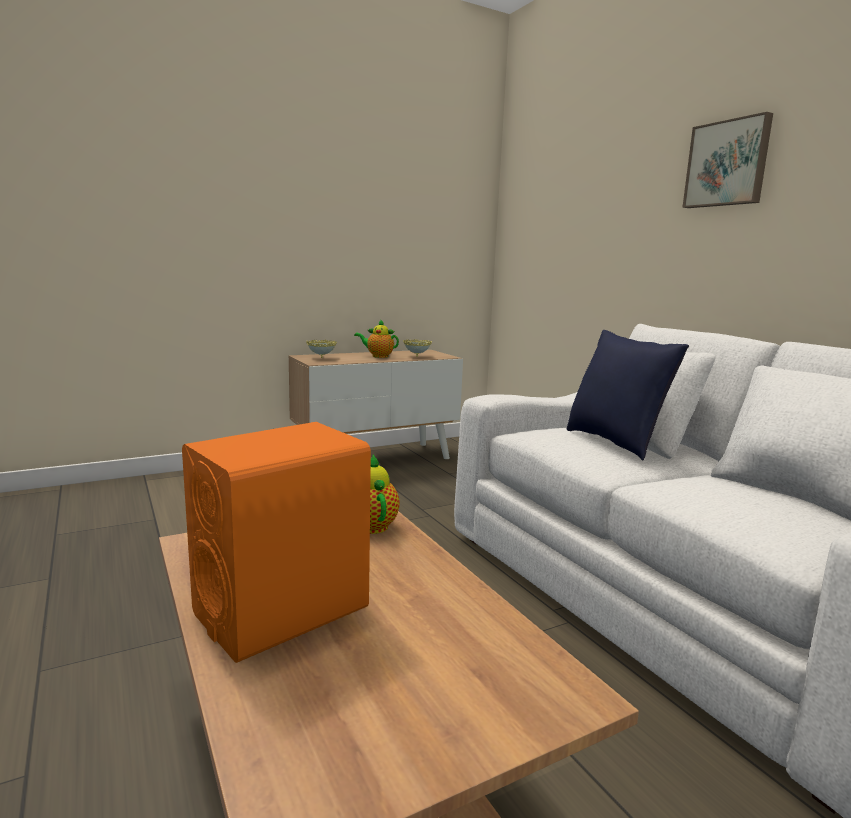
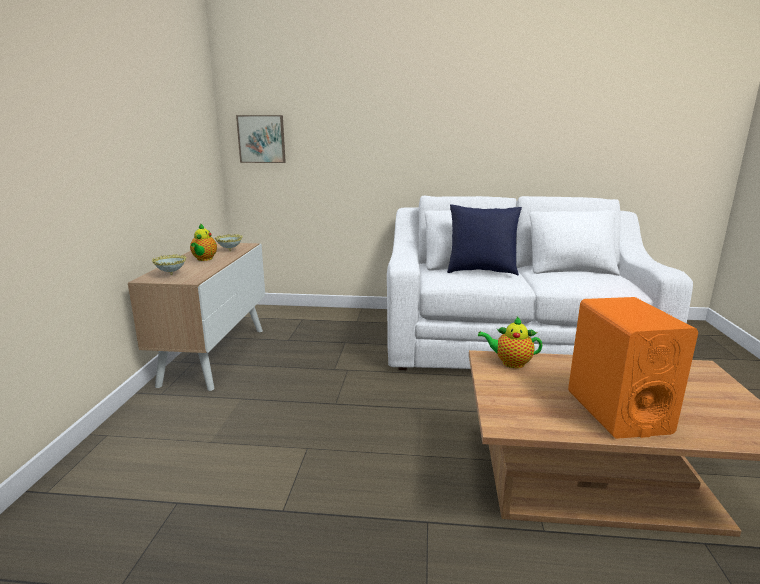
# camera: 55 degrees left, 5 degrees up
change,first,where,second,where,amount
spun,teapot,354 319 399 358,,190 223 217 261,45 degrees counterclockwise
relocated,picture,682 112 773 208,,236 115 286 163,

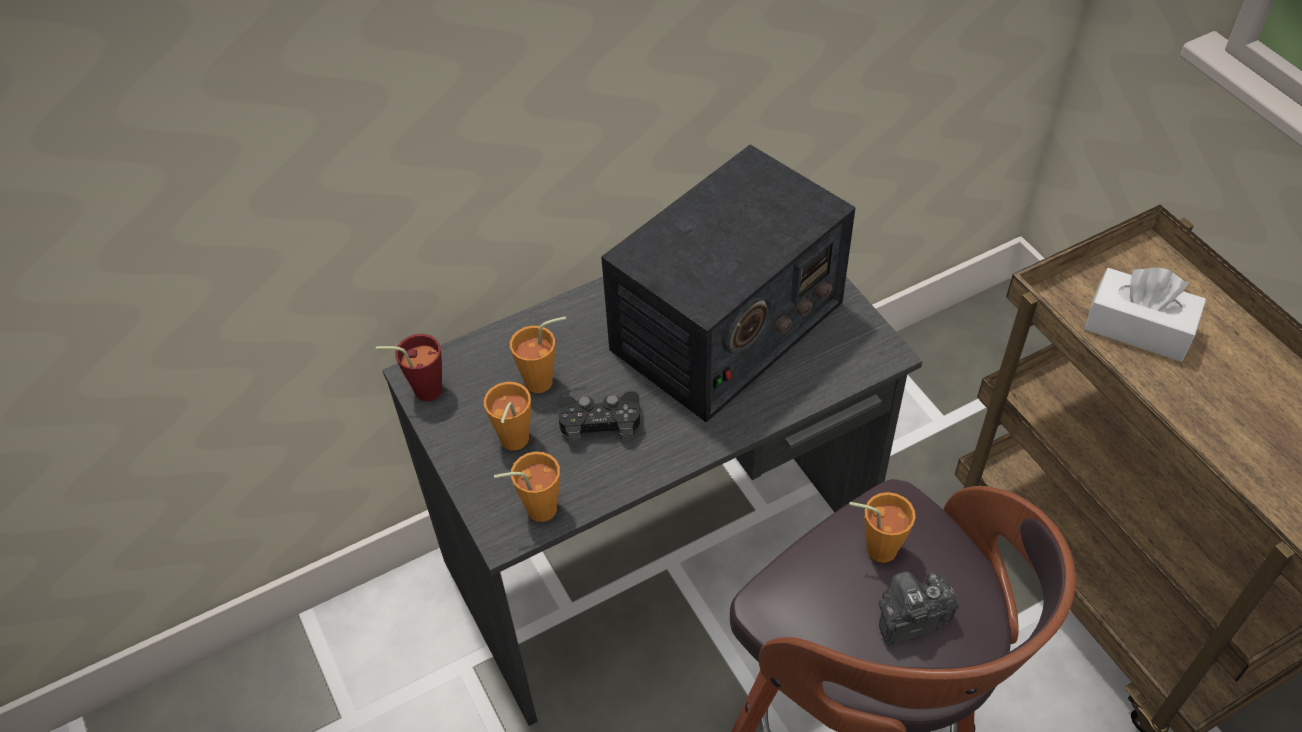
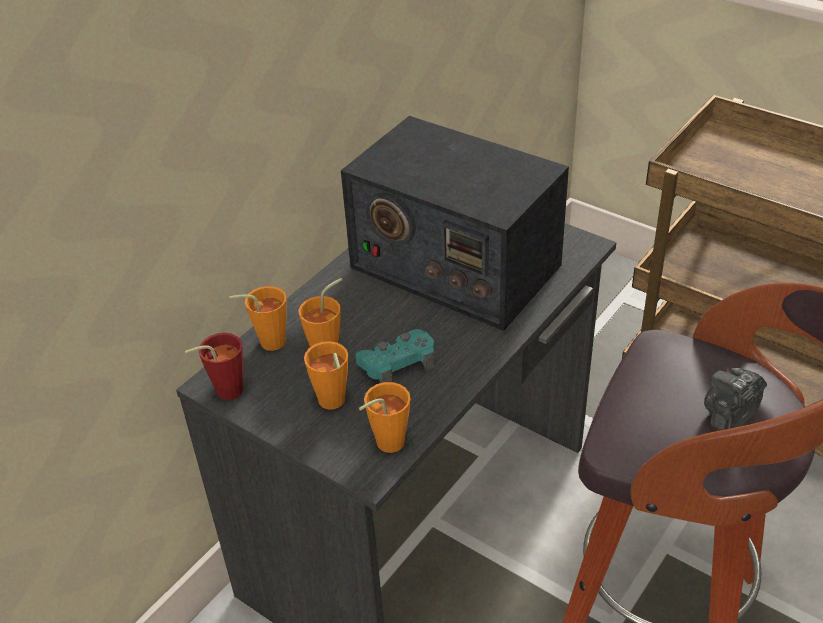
# camera: 25 degrees left, 10 degrees down
change,first,where,second,where,amount
relocated,cup/orange,849 492 916 563,,229 286 287 351,
spun,radio,601 144 856 422,,341 116 569 331,105 degrees clockwise
colour,game controller/black,558 391 640 447,game controller/turquoise,356 329 434 383,
missing,tissue box/white,1084 267 1206 362,,,

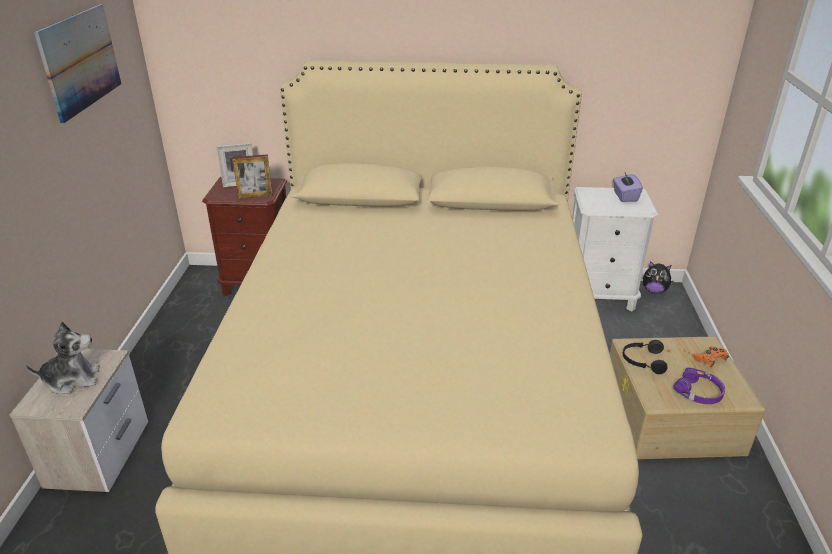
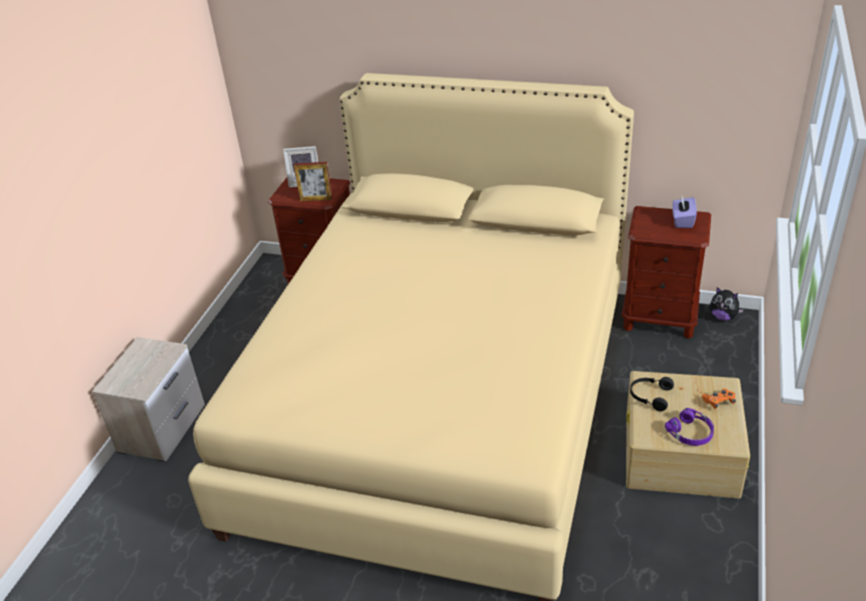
# camera: 15 degrees right, 5 degrees up
change,first,where,second,where,amount
colour,nightstand/white,572 187 658 312,nightstand/brown,622 206 711 339,
missing,plush toy,25 322 100 394,,,
missing,picture,34 4 121 123,,,

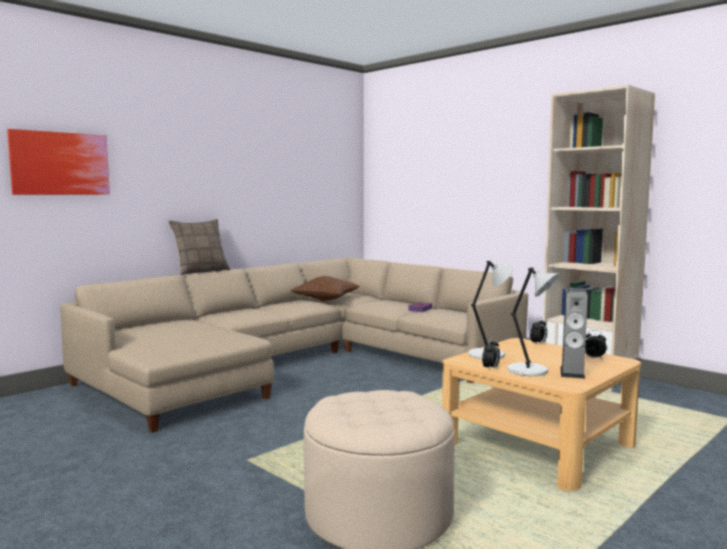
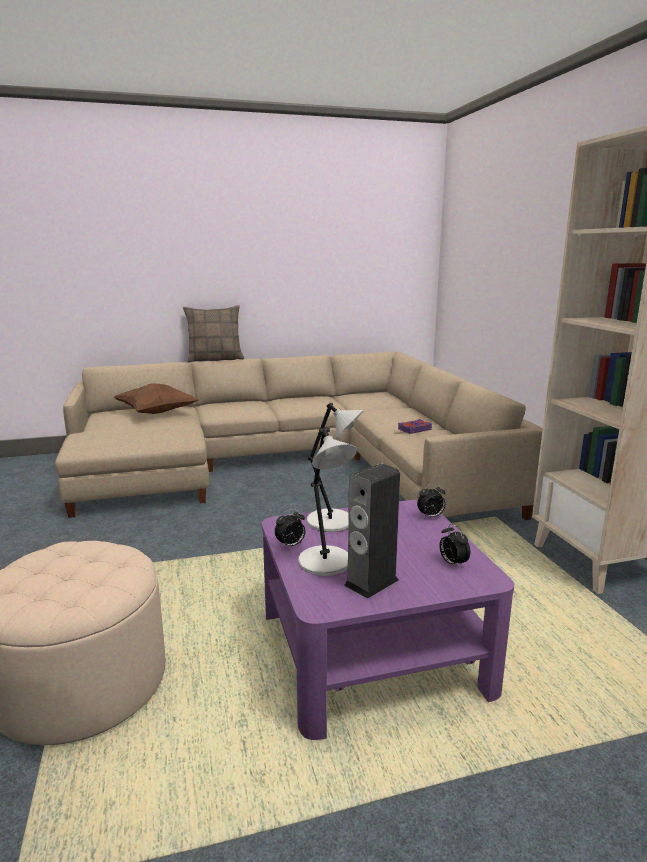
# camera: 30 degrees right, 10 degrees up
change,first,where,second,where,amount
relocated,pillow/brown,291 276 360 301,,114 383 198 414,
colour,coffee table/beige,442 338 641 491,coffee table/purple,262 500 514 740,
missing,picture,7 129 110 195,,,

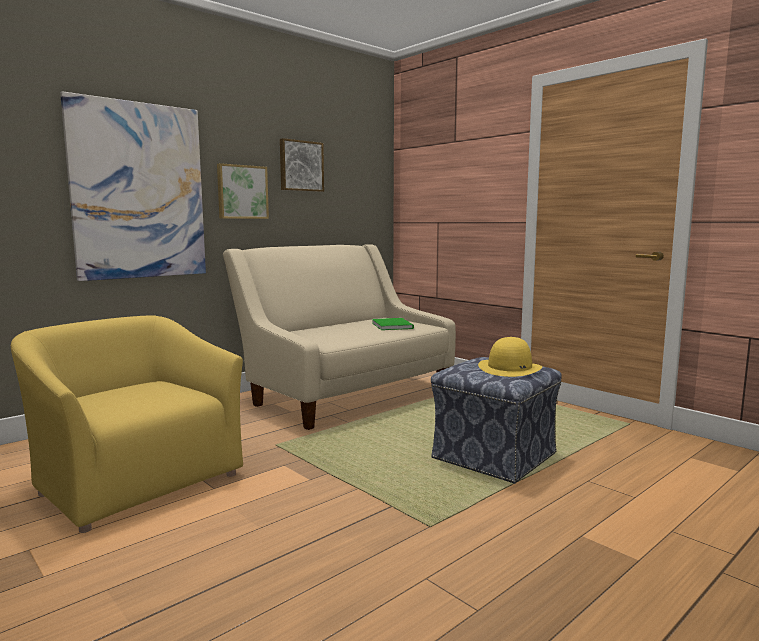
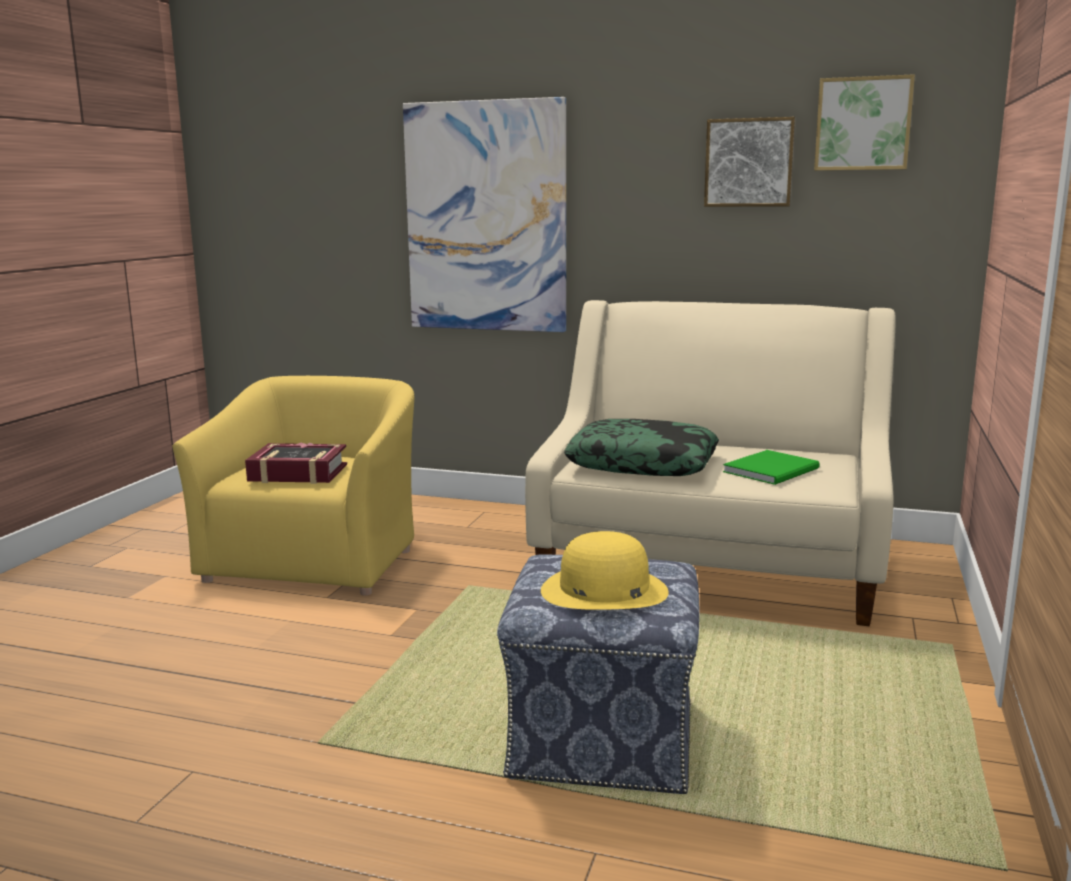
# camera: 60 degrees right, 5 degrees up
change,first,where,second,where,amount
appeared,,,book,245 443 347 484,
appeared,,,pillow,564 419 719 476,
relocated,picture,217 163 269 219,,814 74 915 171,

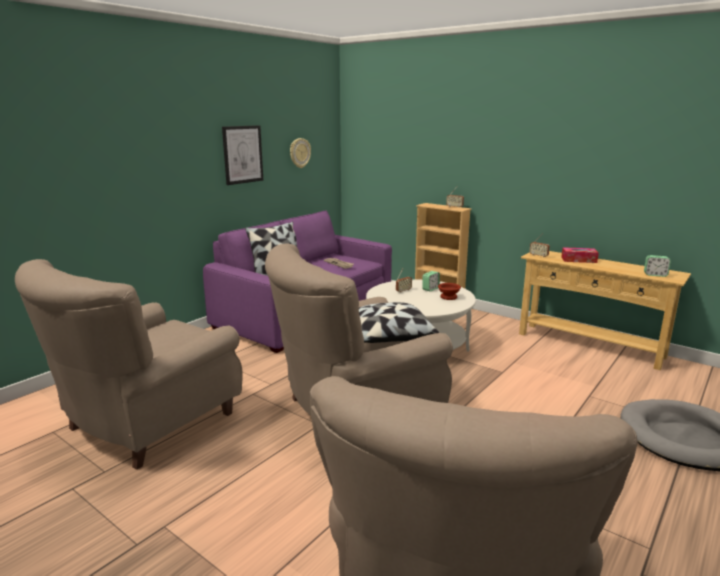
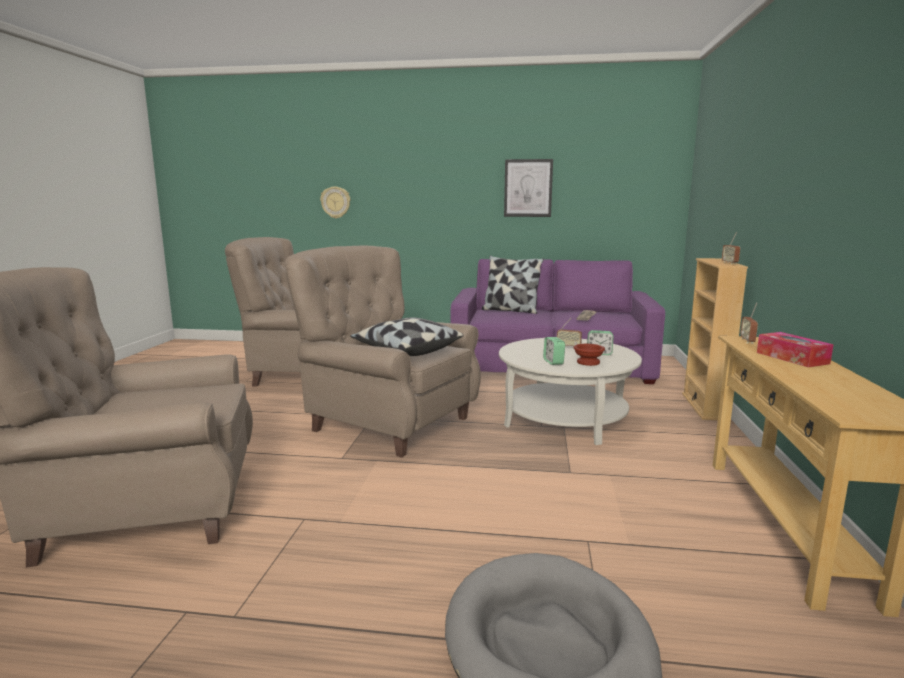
# camera: 60 degrees right, 5 degrees down
change,first,where,second,where,amount
relocated,wall clock,290 138 311 168,,320 186 350 219,
relocated,alarm clock,644 255 671 277,,543 337 565 365,

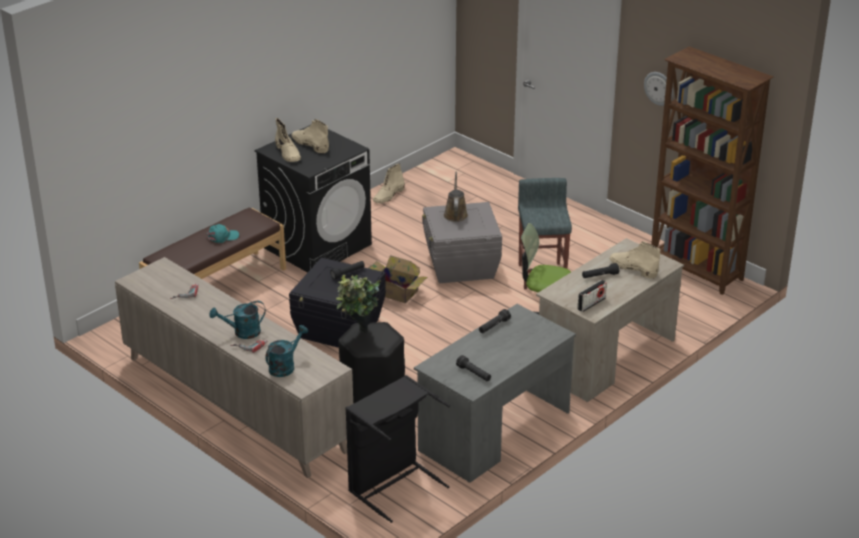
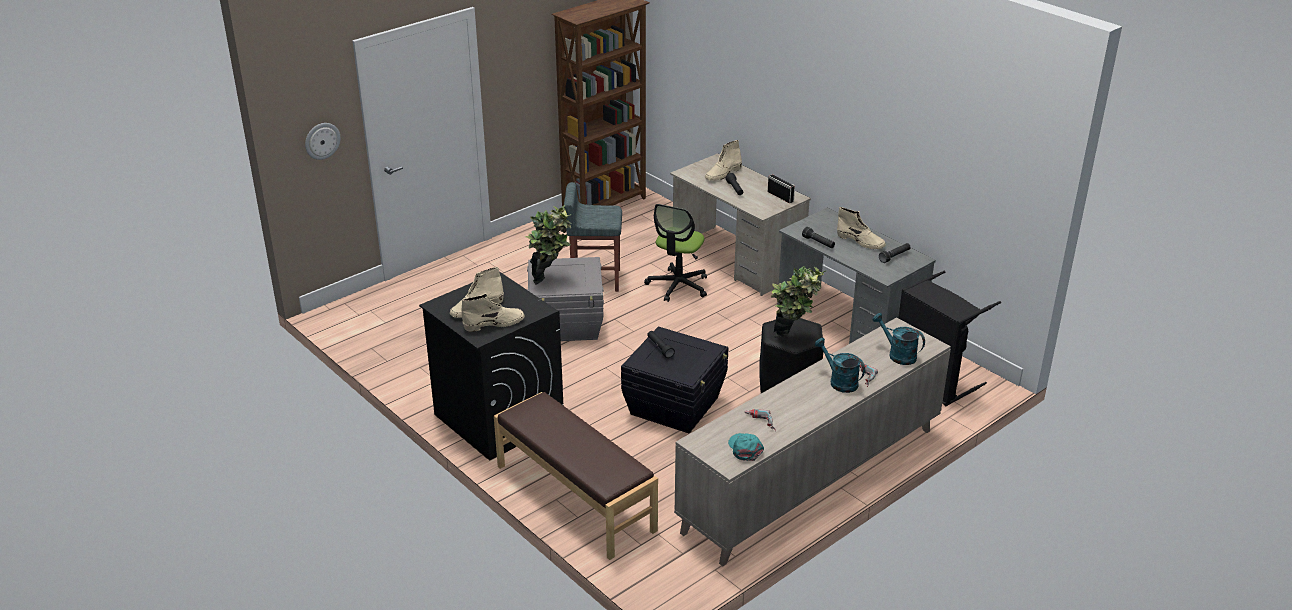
# camera: 85 degrees left, 0 degrees up
change,first,where,second,where,amount
relocated,wall clock,644 72 673 106,,305 123 340 160,
exchanged,watering can/brown,444 171 468 222,potted plant,524 205 572 285,
relocated,cap/turquoise,206 224 239 243,,728 433 764 461,
spun,watering can/turquoise,210 301 266 339,,814 338 865 393,150 degrees clockwise
relocated,boot/beige,373 163 405 203,,837 207 886 249,
missing,cardboard box,368 255 427 303,,,

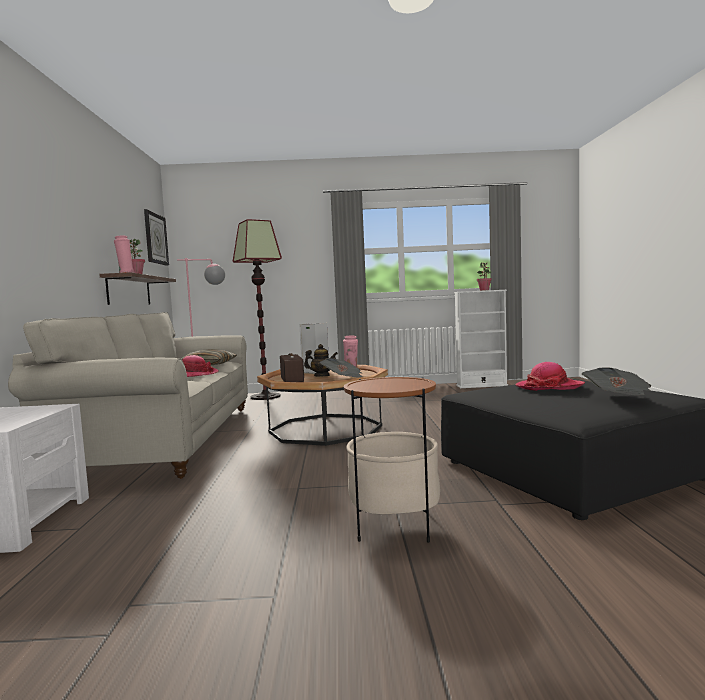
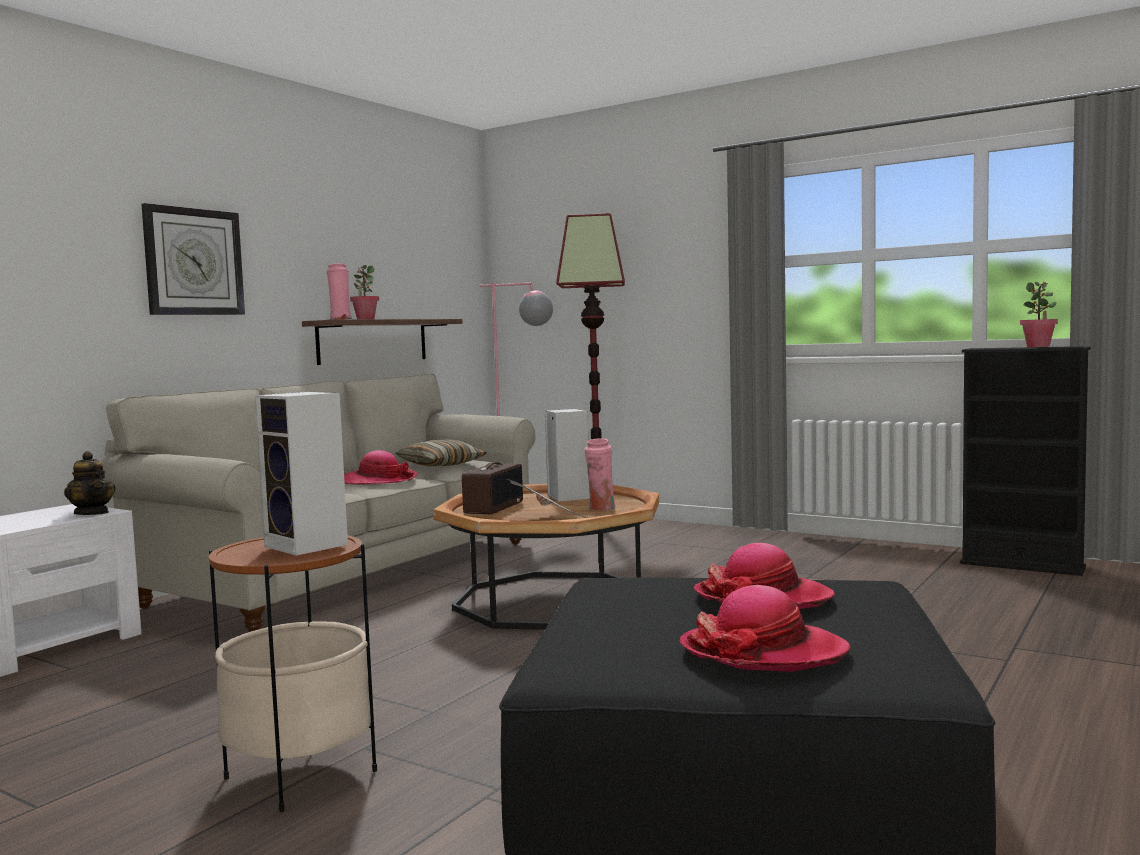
# camera: 35 degrees right, 0 degrees up
change,first,where,second,where,amount
relocated,teapot,304 344 338 376,,64 451 115 515,
relocated,wall clock,144 209 169 266,,141 203 245 315,
appeared,,,speaker,255 392 348 556,
exchanged,newspaper,582 367 652 395,hat,680 585 850 672,
colour,bookcase/white,454 290 508 388,bookcase/black,960 346 1091 576,

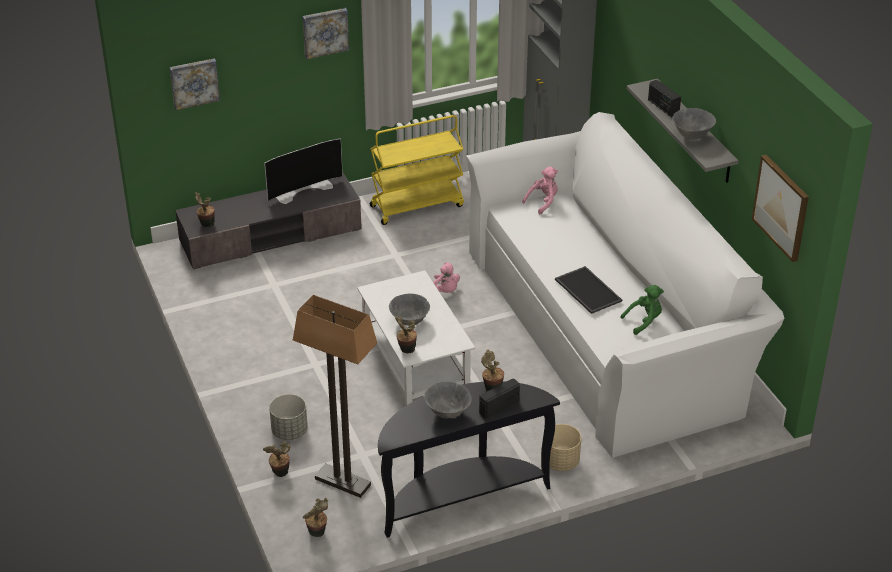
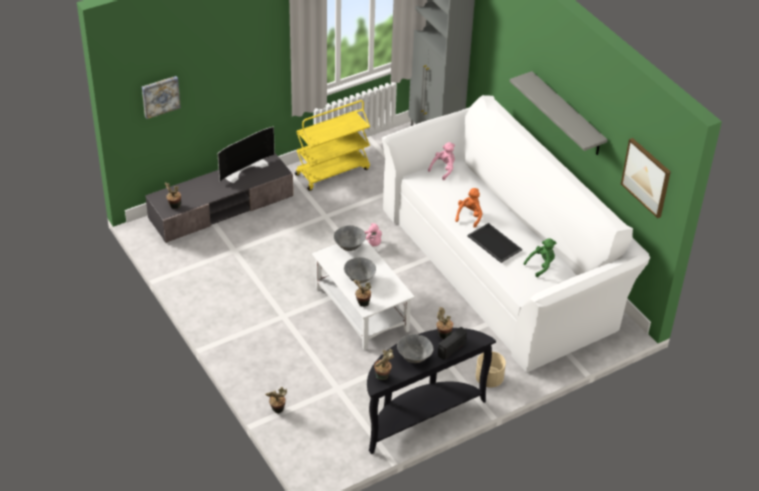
# camera: 10 degrees left, 5 degrees up
change,first,where,second,where,amount
relocated,bowl/grey,672 108 716 140,,334 225 366 251,
relocated,potted plant,303 497 328 537,,374 349 394 380,
appeared,,,plush toy/orange,455 188 482 228,
missing,planter/grey,269 394 308 440,,,
missing,floor lamp,293 295 377 498,,,
missing,picture,302 8 349 59,,,
missing,radio,648 80 681 117,,,

